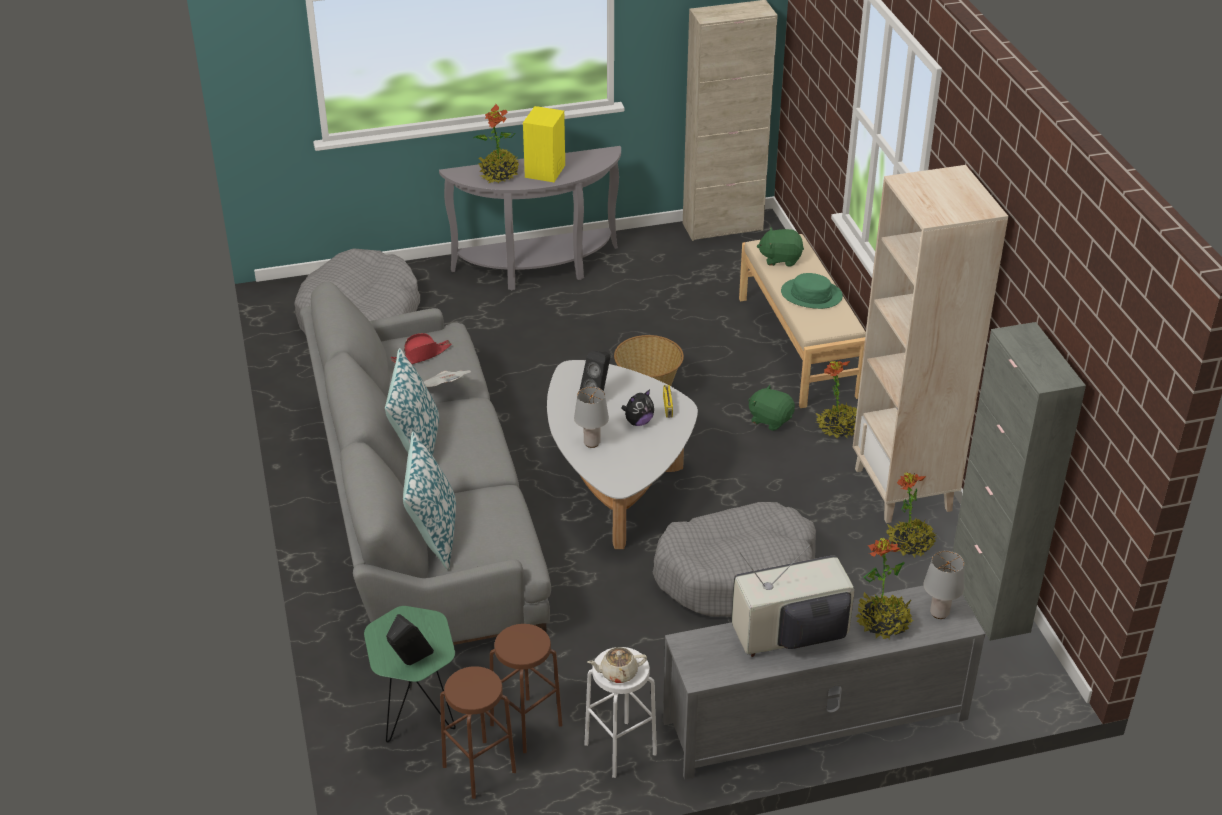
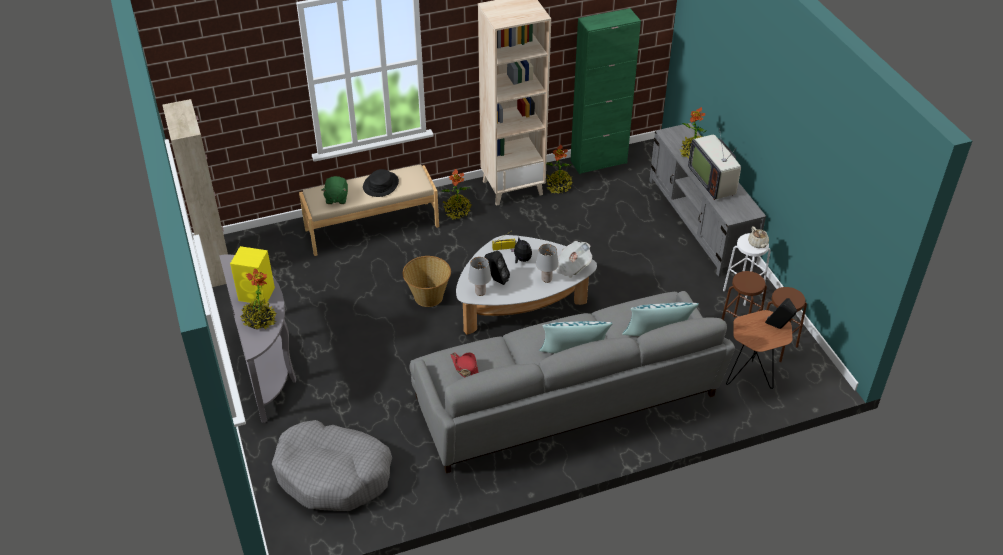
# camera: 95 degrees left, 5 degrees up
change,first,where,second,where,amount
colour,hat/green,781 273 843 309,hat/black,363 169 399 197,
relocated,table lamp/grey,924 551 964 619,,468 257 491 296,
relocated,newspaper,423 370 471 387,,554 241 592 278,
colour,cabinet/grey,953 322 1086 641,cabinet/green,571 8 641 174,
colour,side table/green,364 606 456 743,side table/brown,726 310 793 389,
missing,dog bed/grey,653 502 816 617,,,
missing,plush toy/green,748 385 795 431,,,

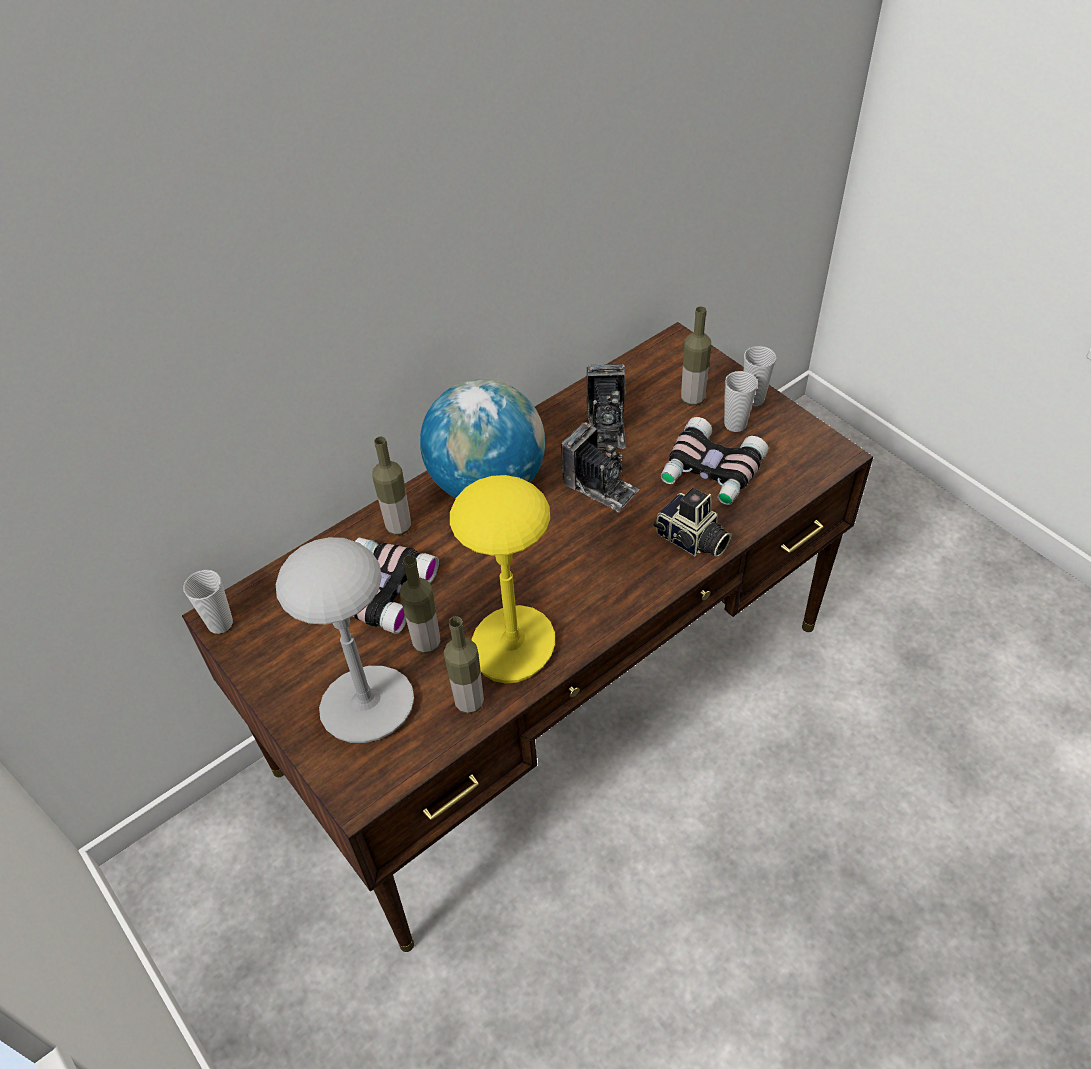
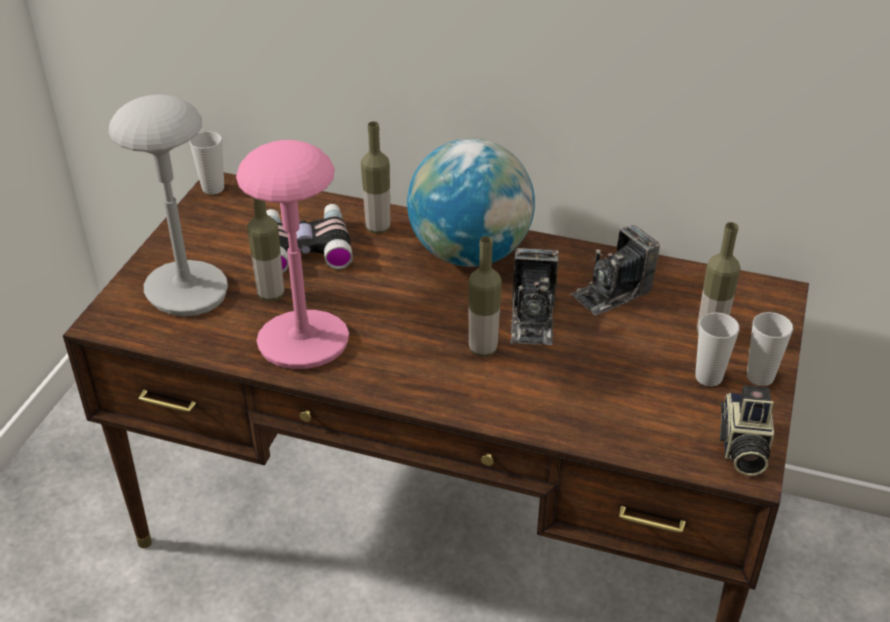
# camera: 55 degrees right, 10 degrees down
change,first,where,second,where,amount
colour,table lamp/yellow,450 475 555 684,table lamp/pink,236 140 349 369,
relocated,bottle,444 616 484 714,,468 236 502 357,
relocated,photo camera,654 488 731 557,,720 386 774 476,
missing,binoculars,661 417 768 505,,,

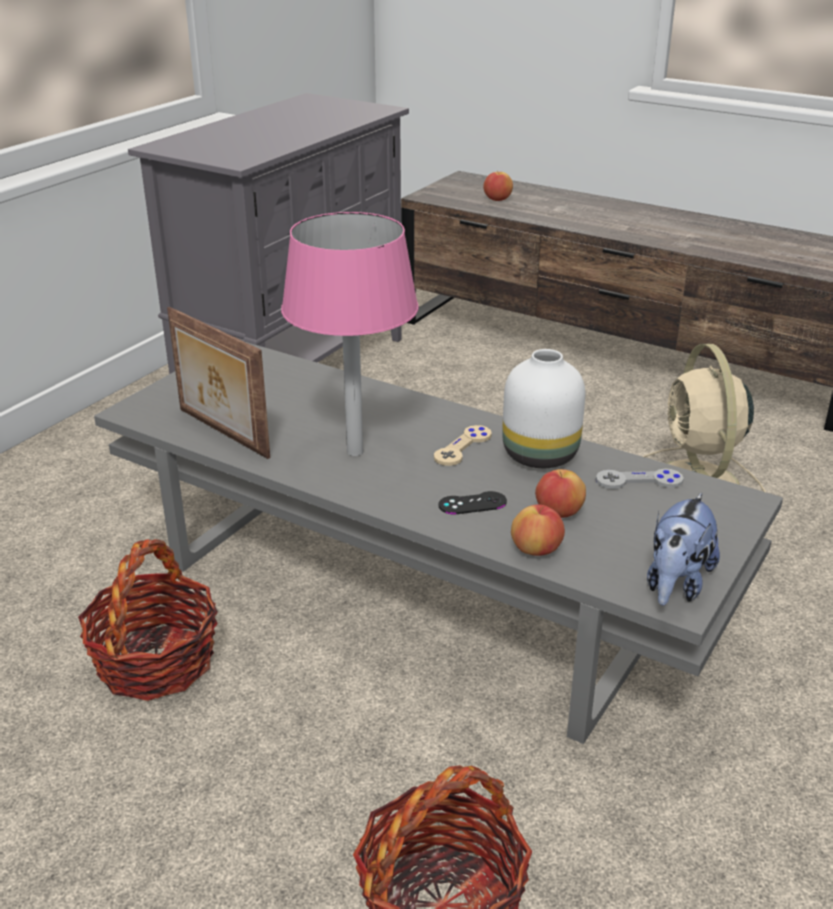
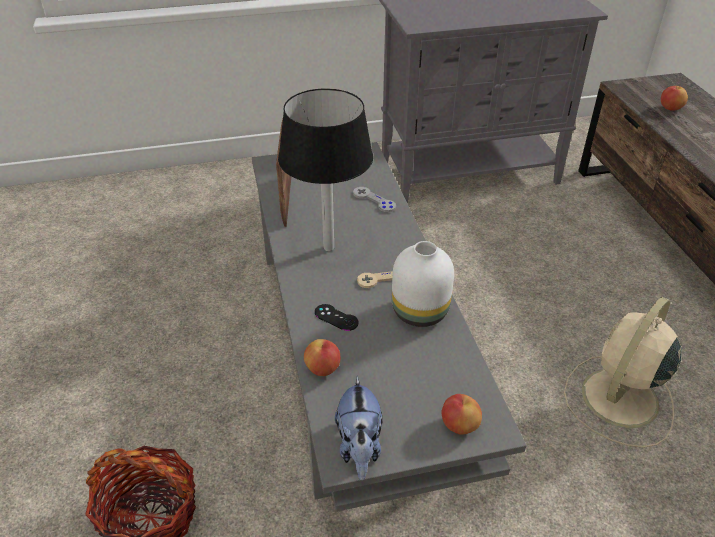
# camera: 45 degrees right, 10 degrees up
change,first,where,second,where,amount
colour,table lamp/pink,281 212 419 456,table lamp/black,278 89 373 251,
spun,plush toy,647 492 720 606,,335 376 382 480,75 degrees counterclockwise
relocated,game controller/grey,596 469 684 489,,353 187 396 212,
relocated,apple,535 469 586 518,,441 394 482 435,
missing,basket,78 539 218 701,,,

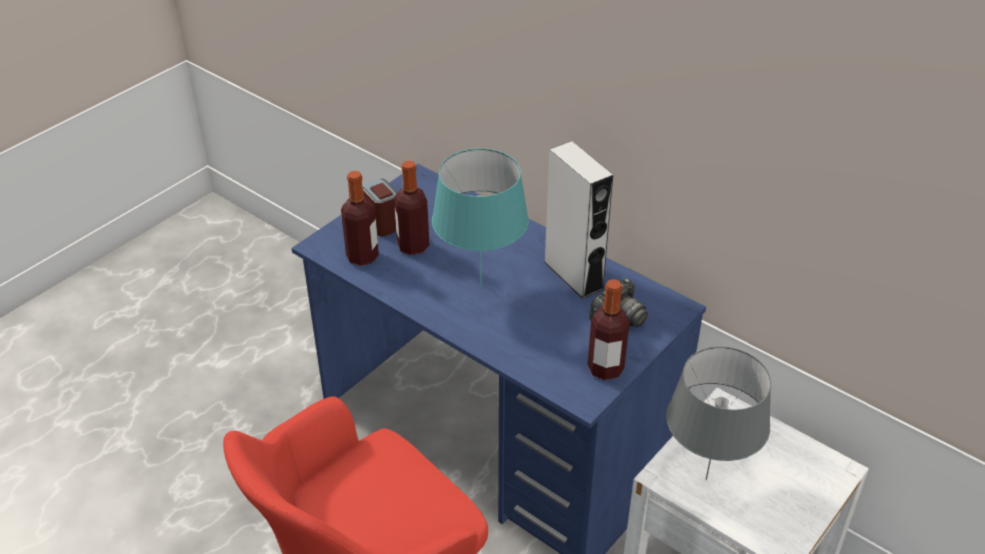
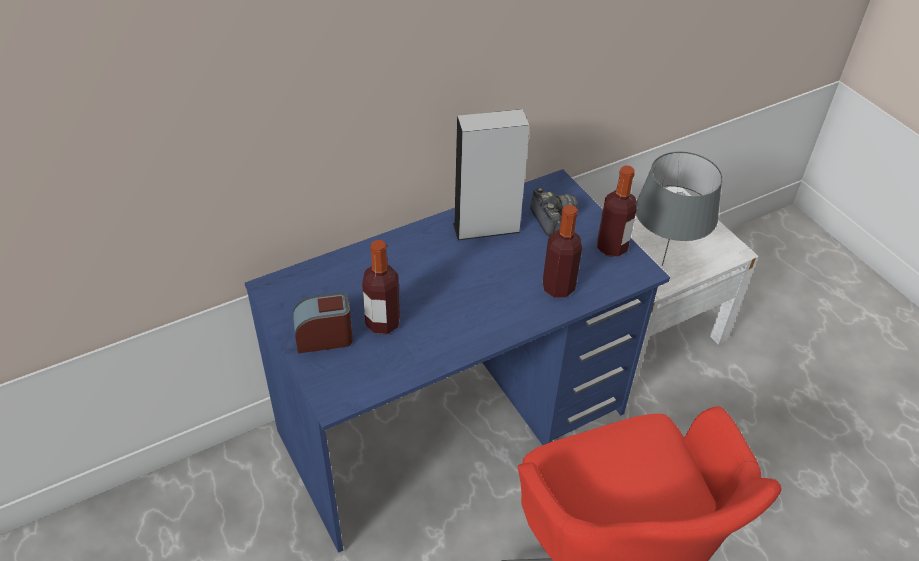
# camera: 70 degrees left, 5 degrees up
change,first,where,second,where,amount
relocated,bottle,341 171 379 266,,543 205 582 298,
missing,table lamp/turquoise,432 148 529 286,,,

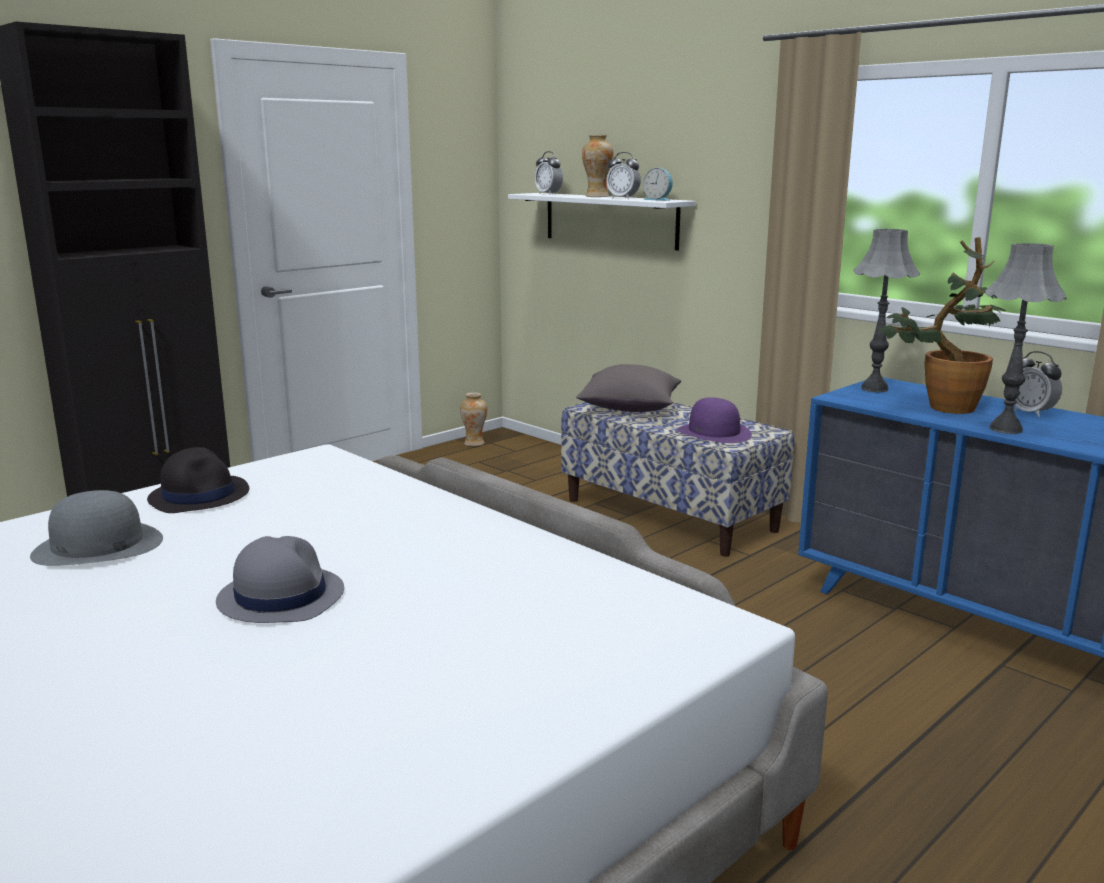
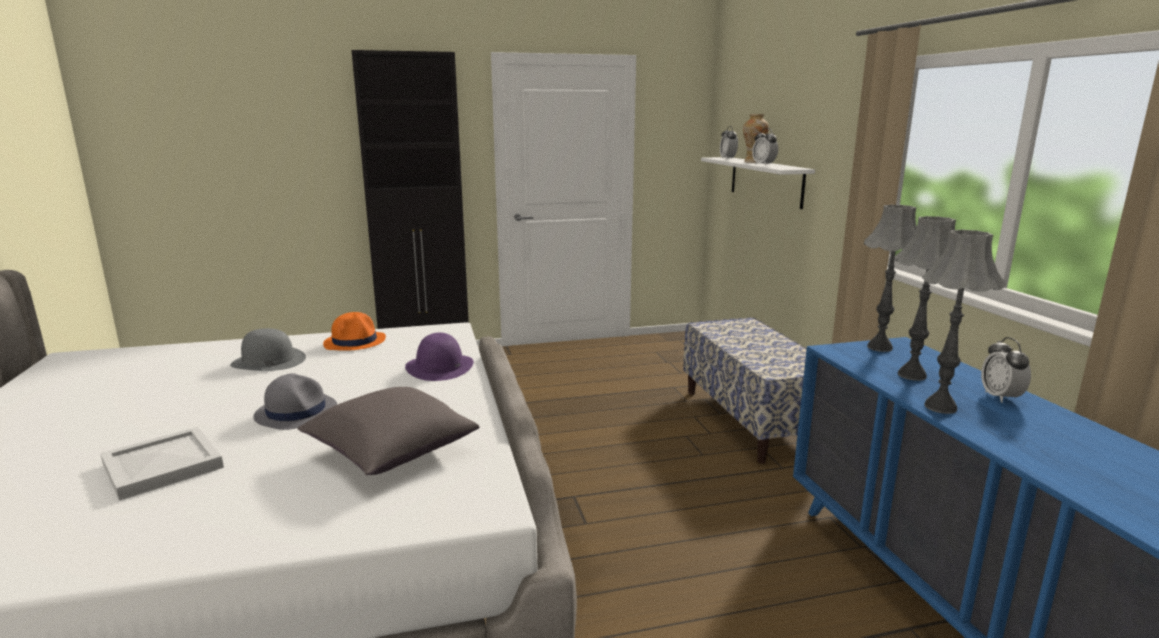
# camera: 30 degrees right, 0 degrees up
change,first,where,second,where,amount
appeared,,,tray/white,100 427 224 501,
relocated,pillow/grey,576 364 681 412,,297 387 480 475,
colour,hat/black,147 447 249 513,hat/orange,323 312 386 351,
relocated,hat/purple,677 397 752 443,,405 333 474 381,
exchanged,potted plant,878 237 1006 414,table lamp/grey,895 216 956 381,
missing,vase,460 392 487 446,,,
missing,alarm clock,643 168 673 201,,,

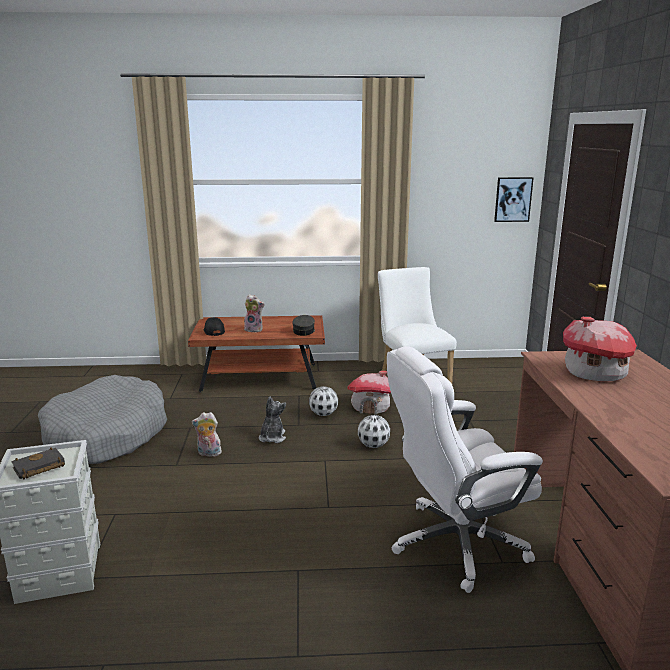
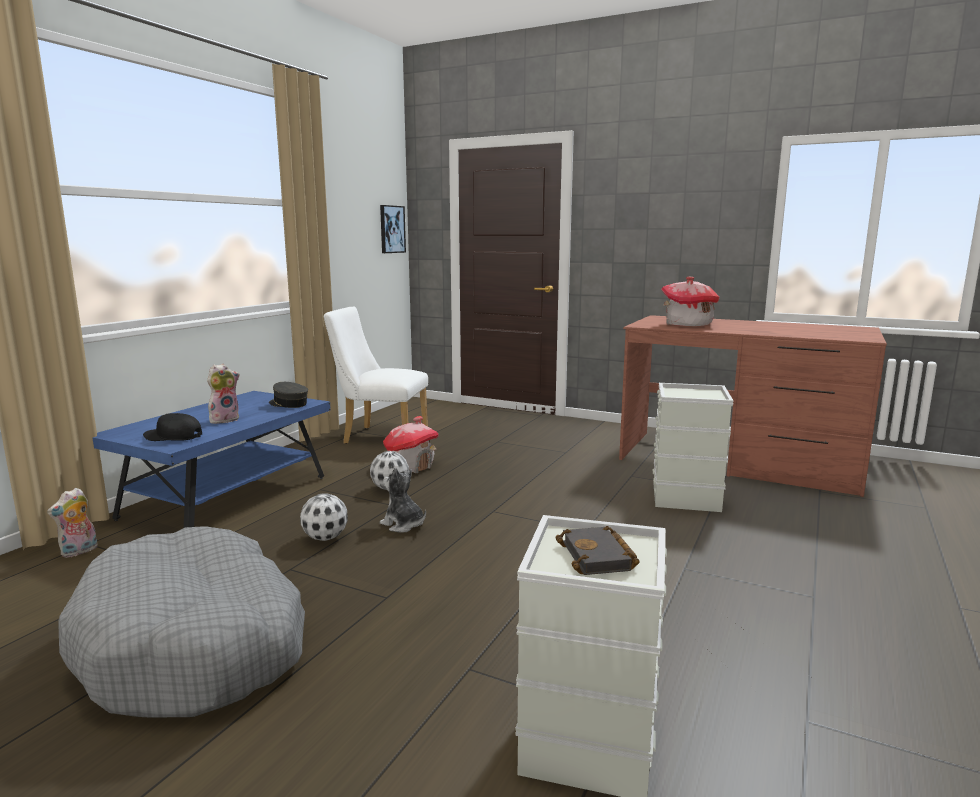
# camera: 60 degrees left, 5 degrees down
change,first,where,second,where,amount
relocated,plush toy,192 412 223 457,,47 488 98 558,
colour,coffee table/brown,188 315 325 393,coffee table/blue,92 391 331 528,
relocated,football,358 415 390 448,,300 493 348 541,
exchanged,office chair/white,387 346 543 593,storage box/grey,653 383 734 512,

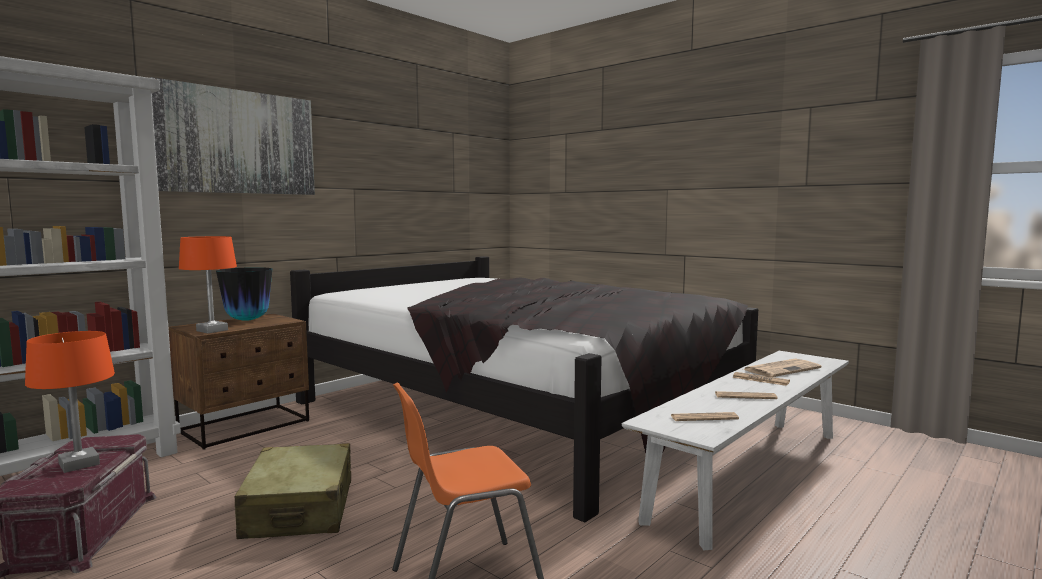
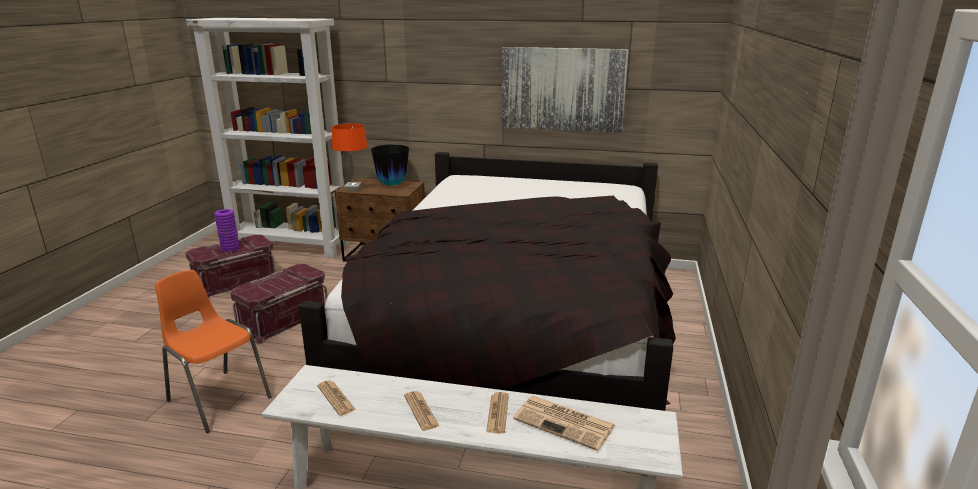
# camera: 60 degrees right, 15 degrees up
change,first,where,second,where,amount
exchanged,table lamp/orange,25 331 115 473,vase/purple,214 209 239 252,
exchanged,suitcase/beige,235 443 351 539,storage box/red,230 264 328 344,
relocated,picture,150 77 315 195,,502 47 629 133,

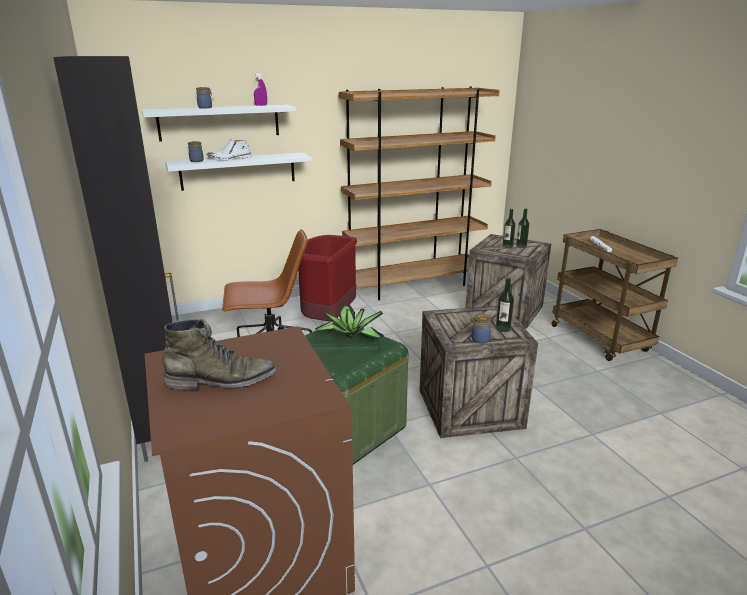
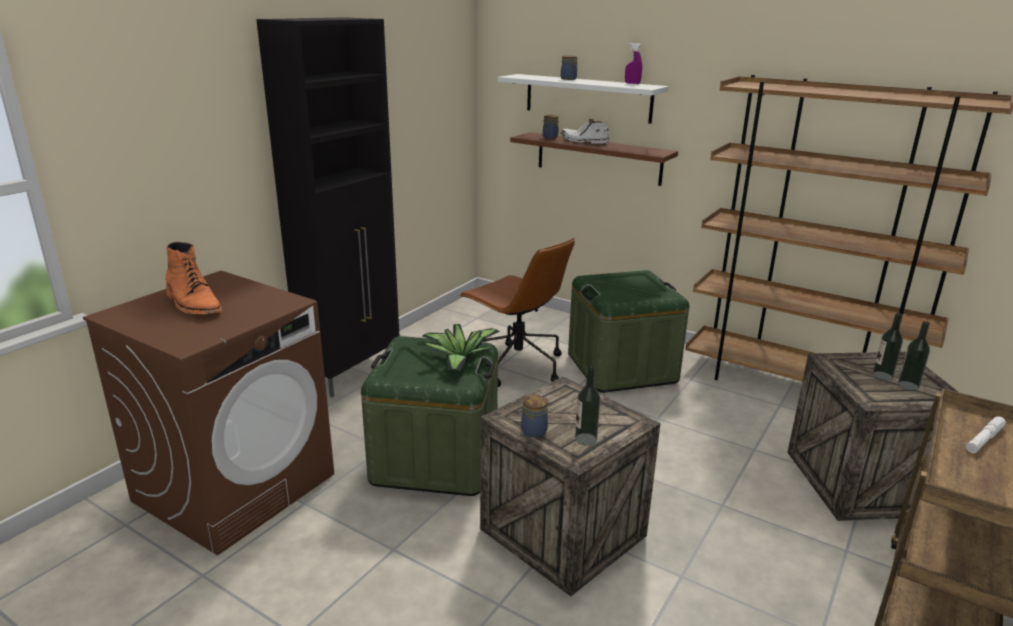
# camera: 55 degrees right, 0 degrees up
change,first,where,second,where,amount
colour,boot/green,163 319 277 390,boot/orange,166 242 222 314,
colour,shelf/white,165 152 312 191,shelf/brown,510 132 678 186,
exchanged,trash can/red,298 235 357 322,storage box/green,568 270 689 393,

